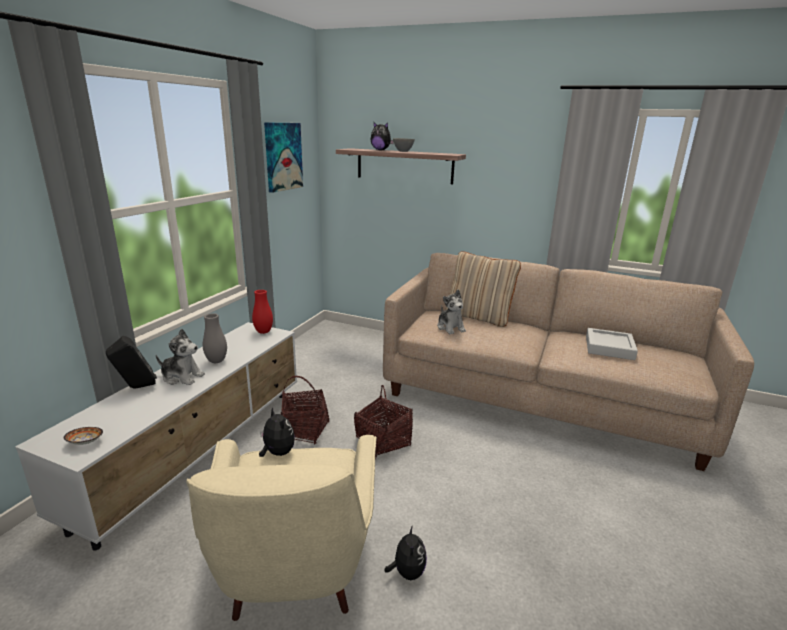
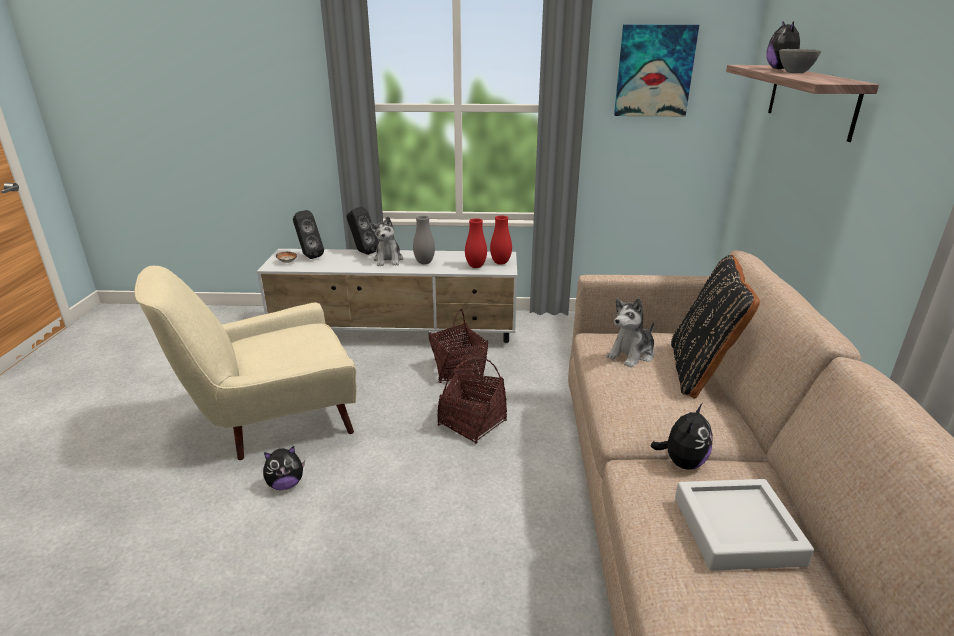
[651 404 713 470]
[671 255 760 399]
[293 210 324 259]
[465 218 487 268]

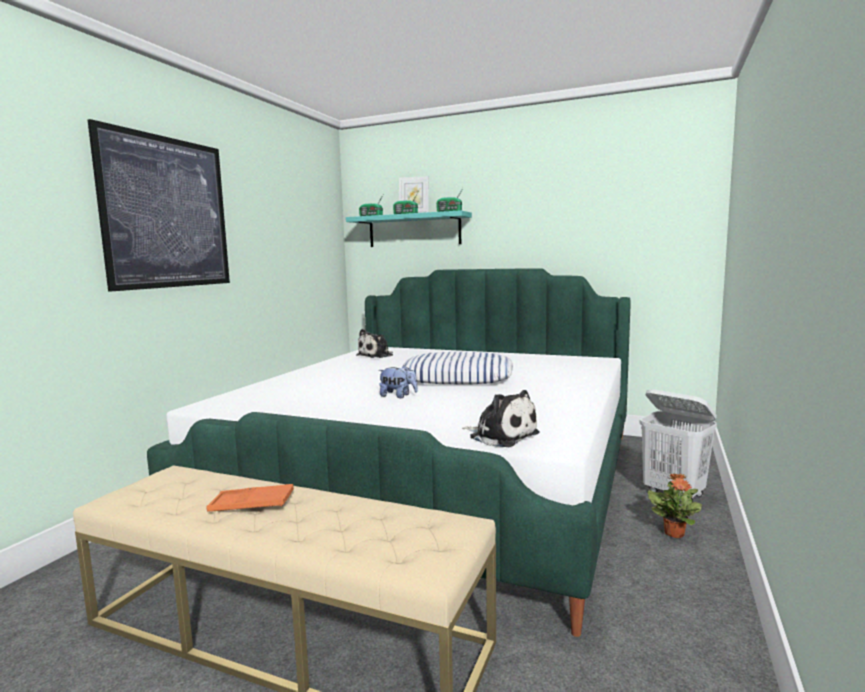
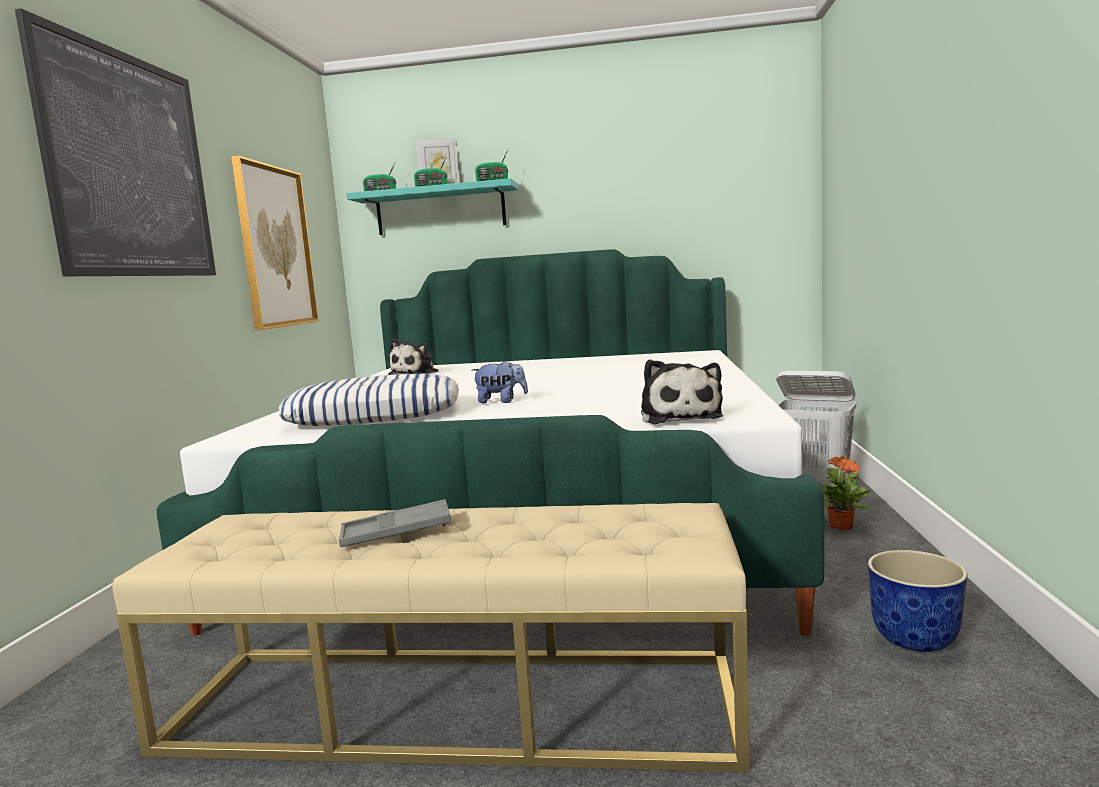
[339 499 451 547]
[278 374 459 426]
[641 360 723 424]
[231 155 319 330]
[868 550 968 652]

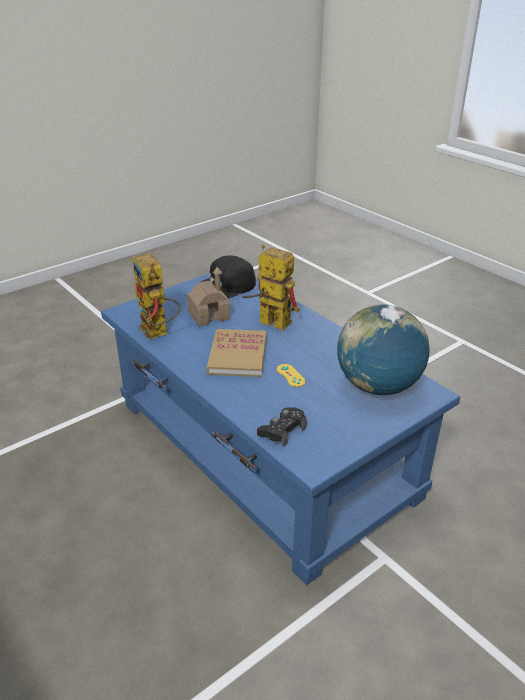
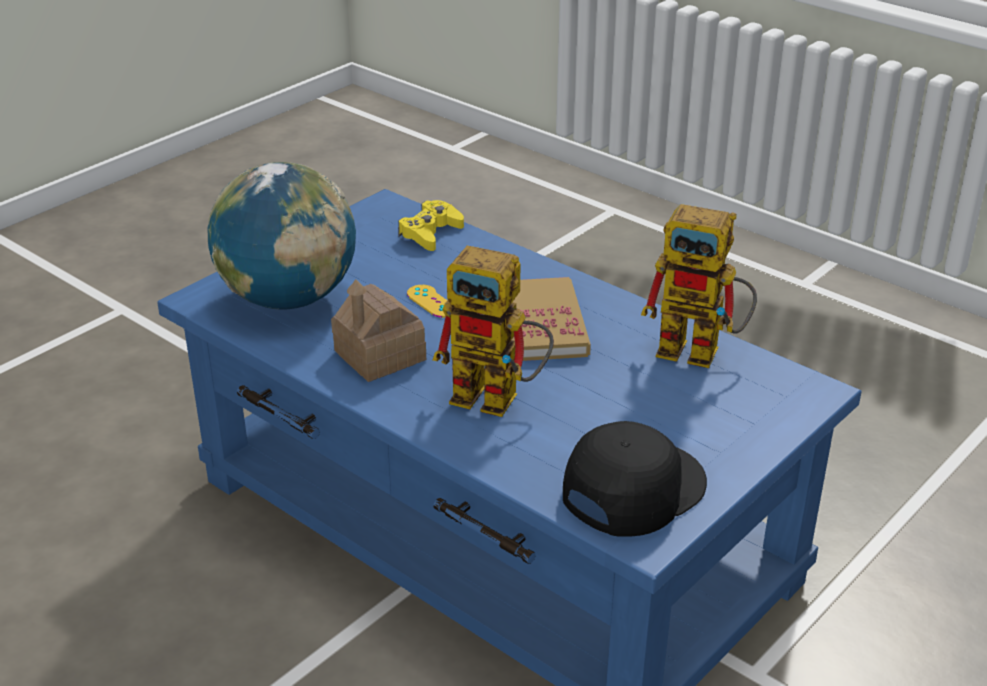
[641 204 757 368]
[331 280 426 382]
[398 200 464 251]

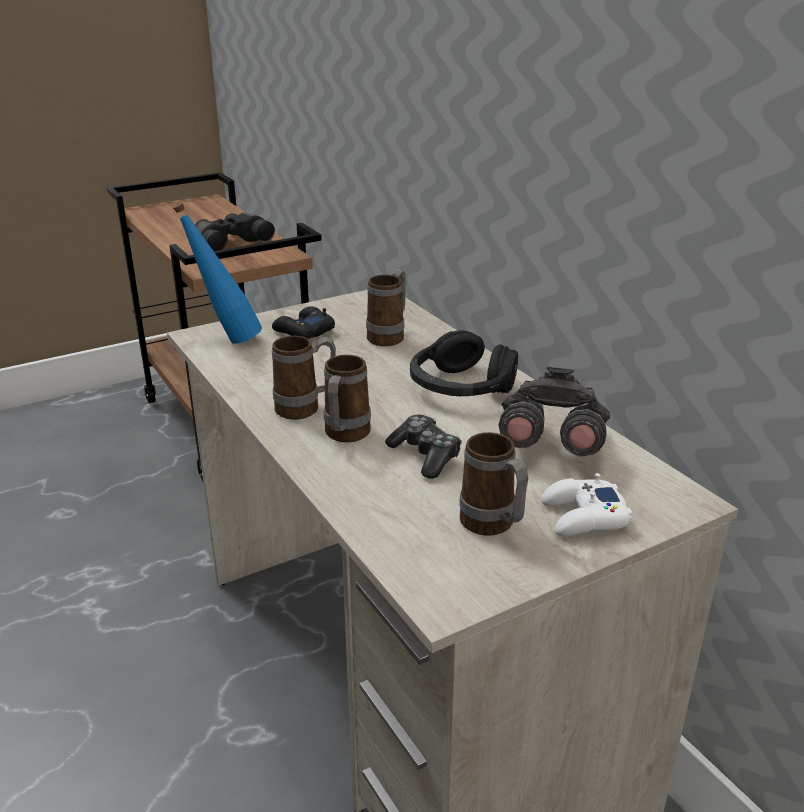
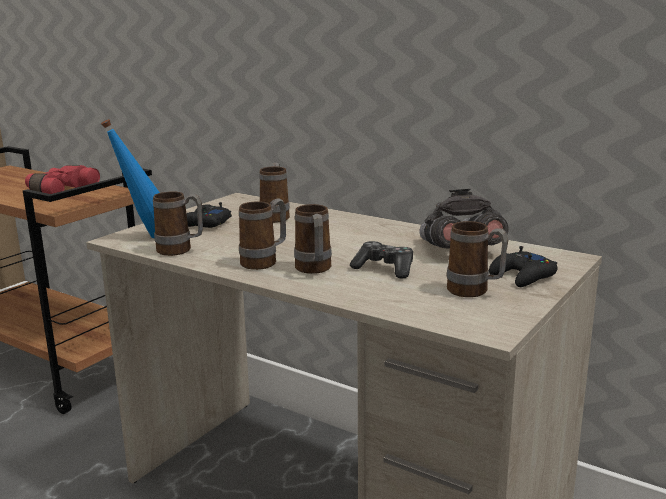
[25 165 100 194]
[410 330 518 396] (first image)
[489 246 558 287]
[153 191 203 256]

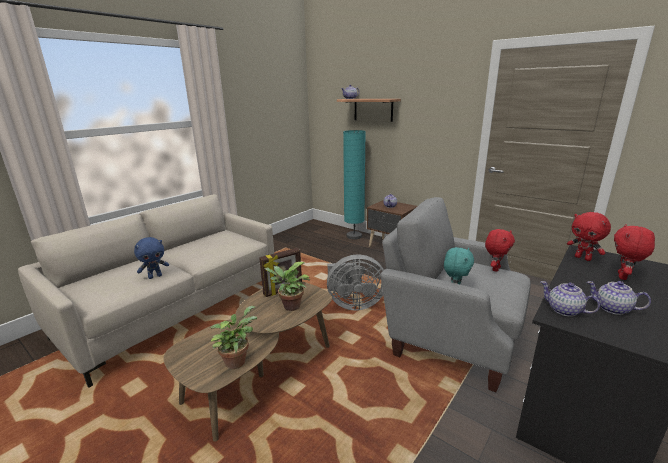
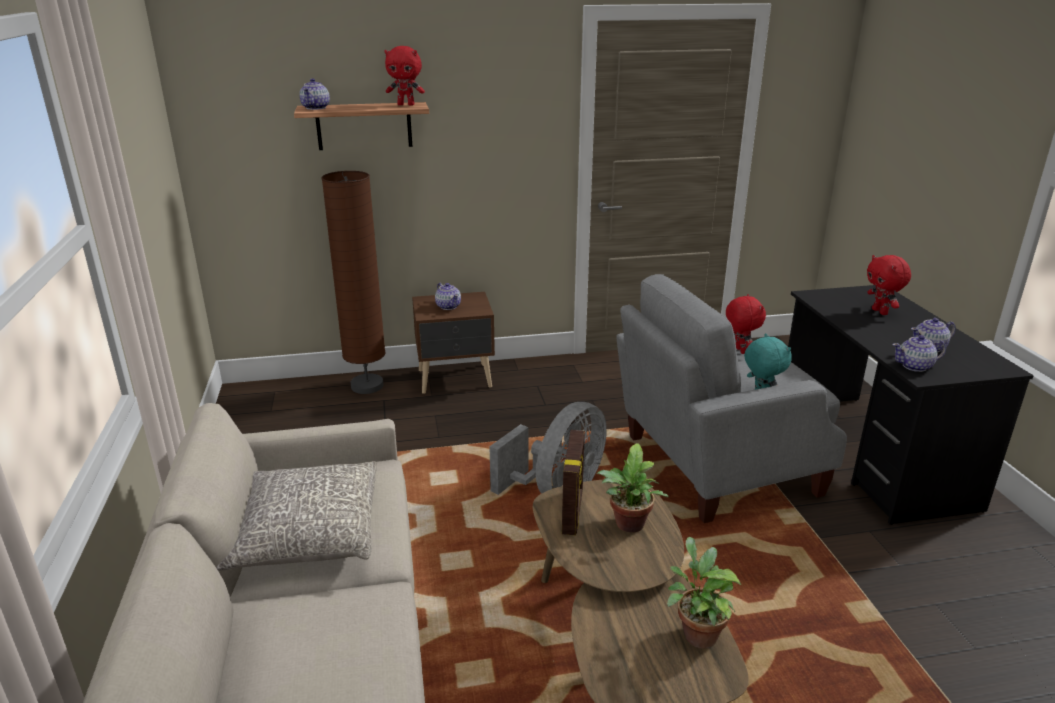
[134 237 169 279] (first image)
[322 171 386 394]
[384 46 425 106]
[216 461 377 571]

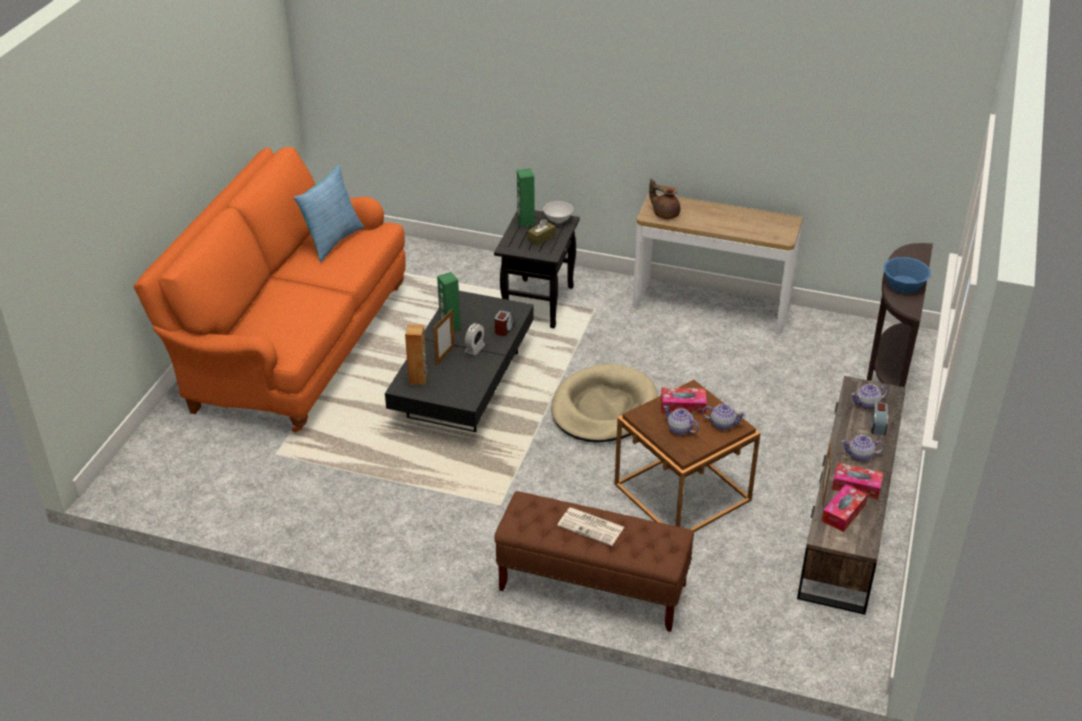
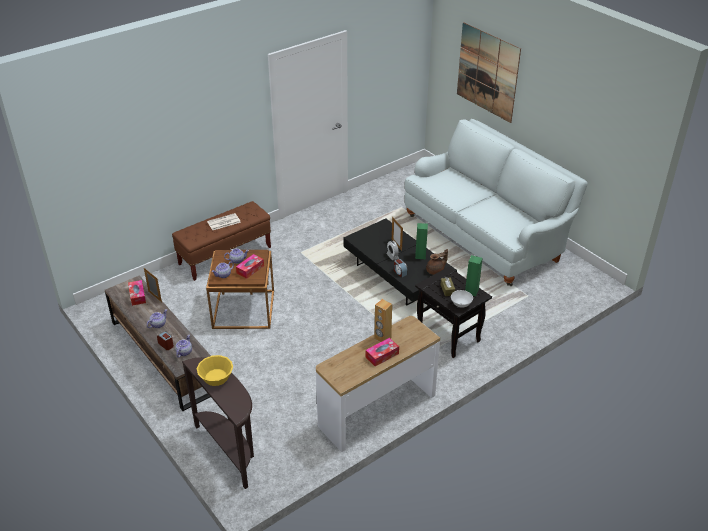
[405 119 588 286]
[293 165 364 262] (first image)
[374 299 392 342]
[551 364 658 443] (first image)
[426 249 448 275]
[366 338 399 366]
[197 355 233 386]
[457 22 521 123]

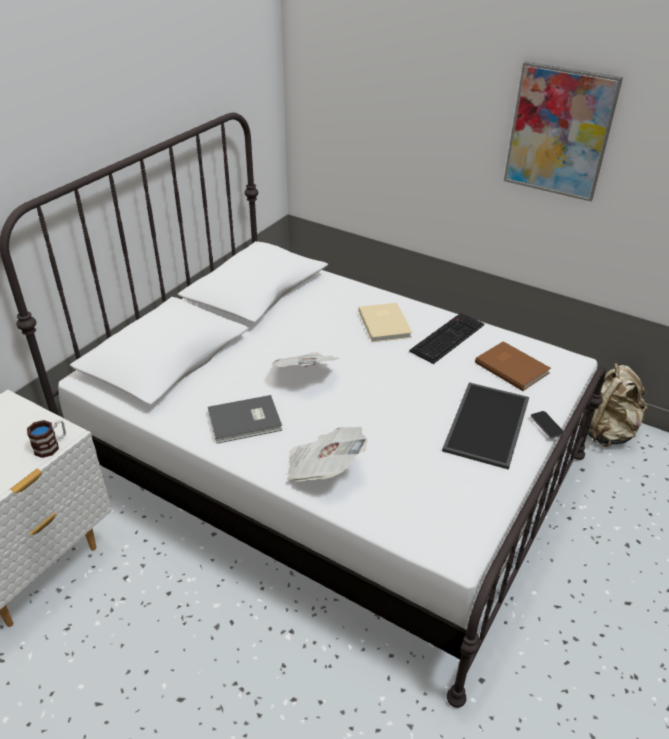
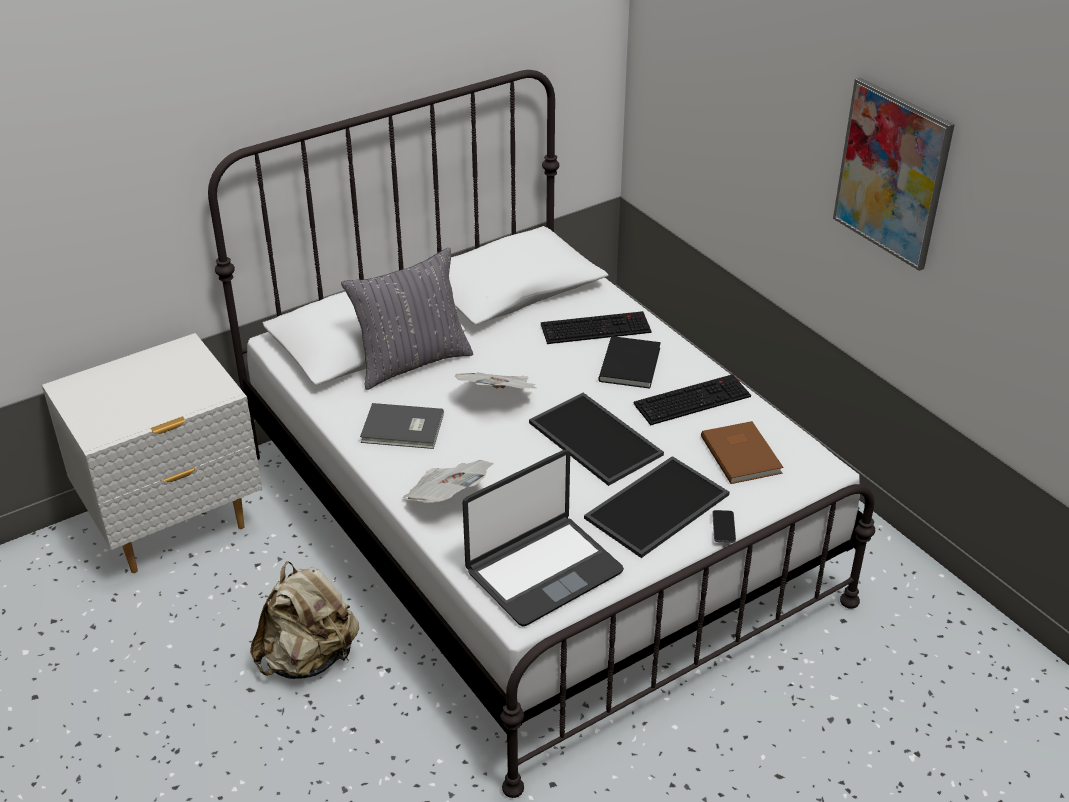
[27 420 66 458] (first image)
[598 336 661 389]
[250 561 359 679]
[341 247 473 390]
[462 450 624 626]
[529 393 664 486]
[541 311 652 344]

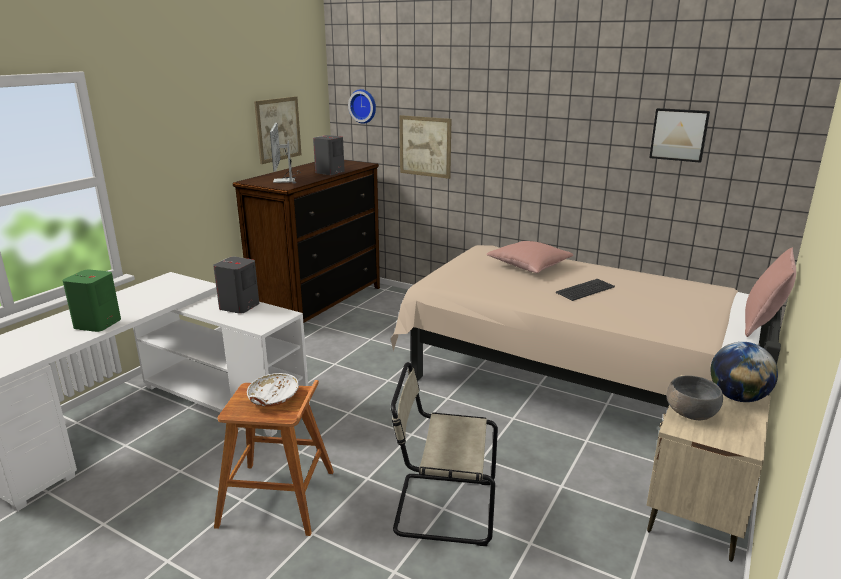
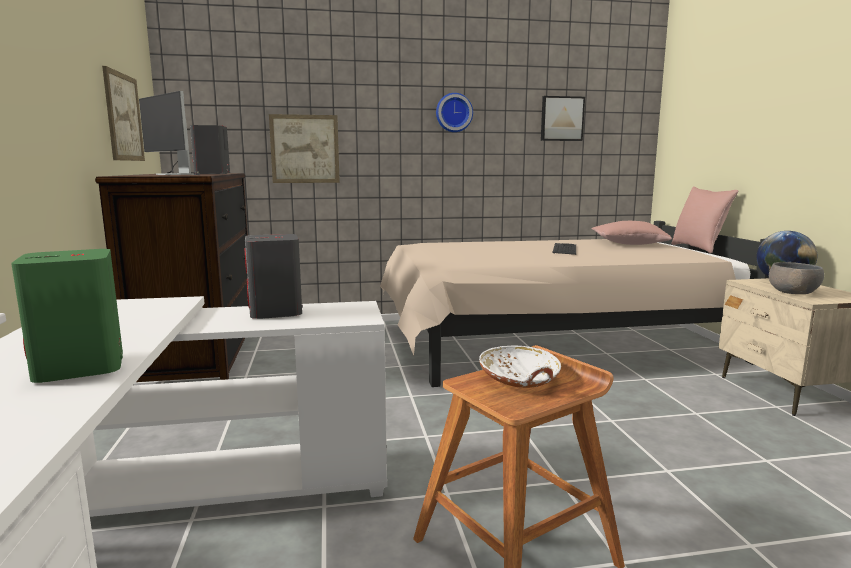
[436 93 473 132]
[391 362 498 546] (first image)
[592 221 672 245]

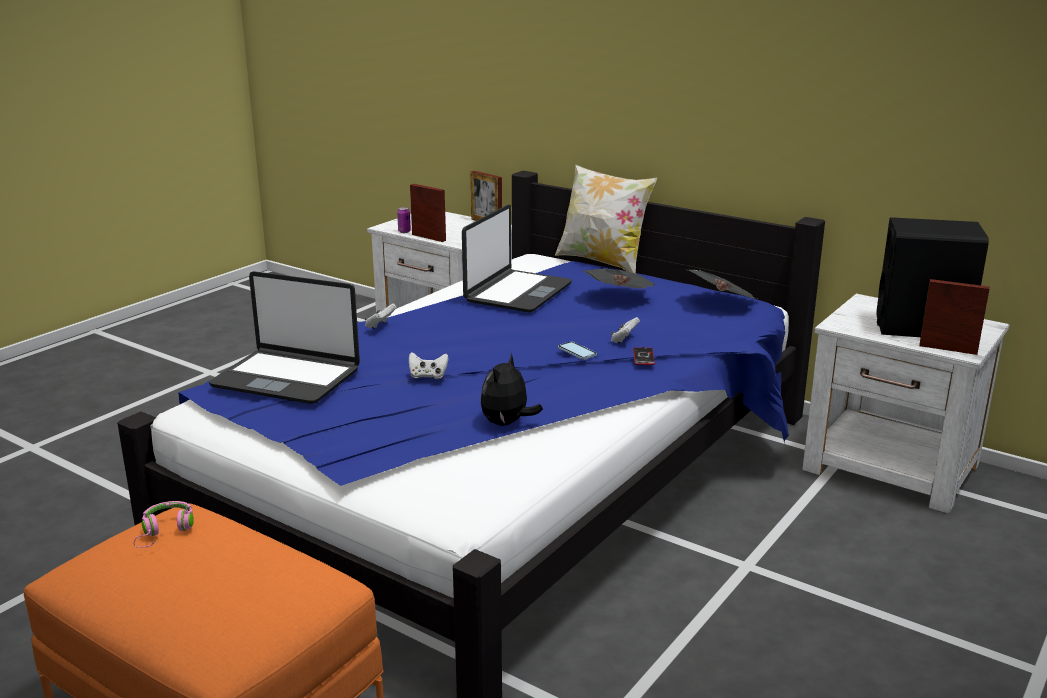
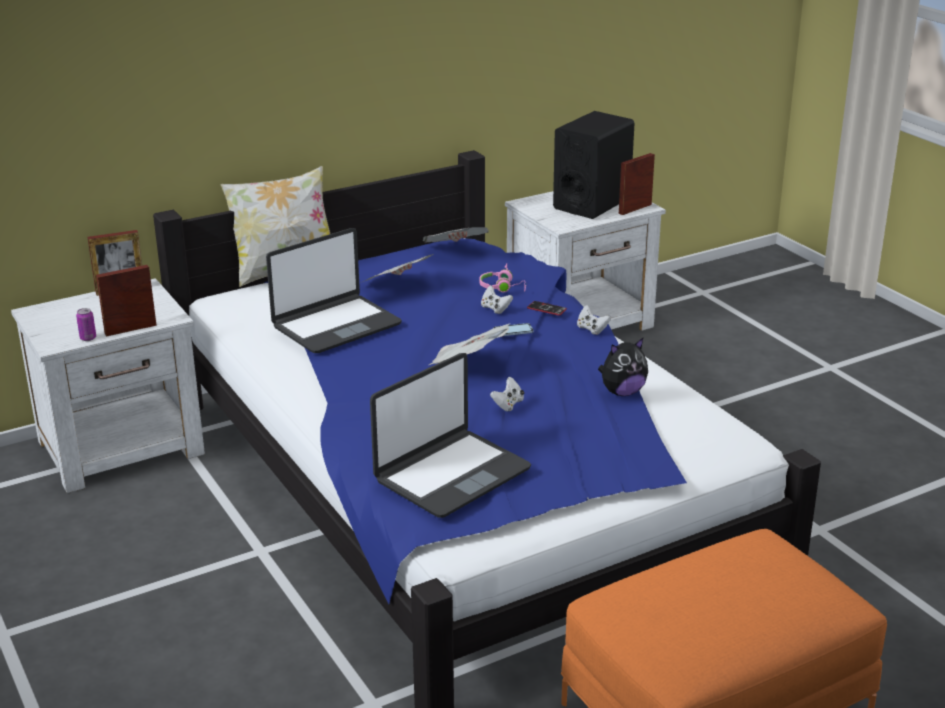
[479 263 526 293]
[577 305 611 335]
[266 228 402 353]
[598 338 648 396]
[429 323 511 365]

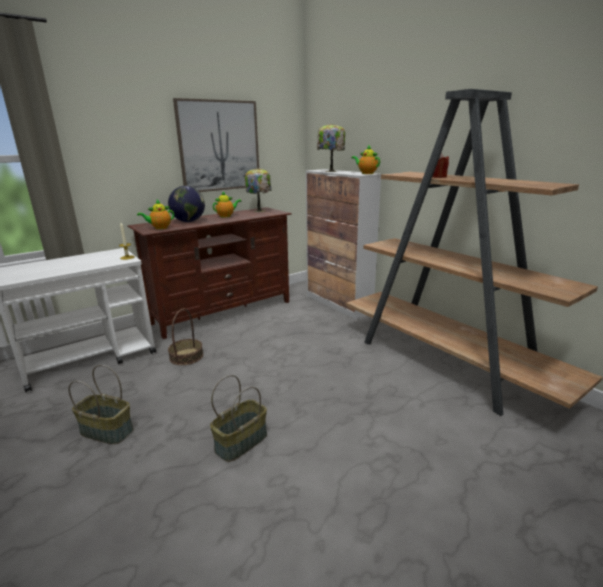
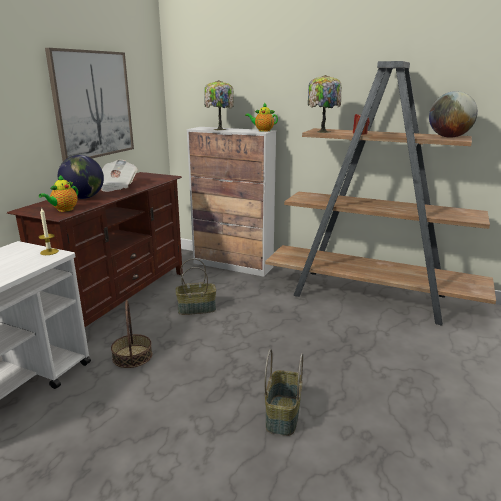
[176 259 216 315]
[101 160 137 192]
[308 75 342 133]
[429 91 478 138]

